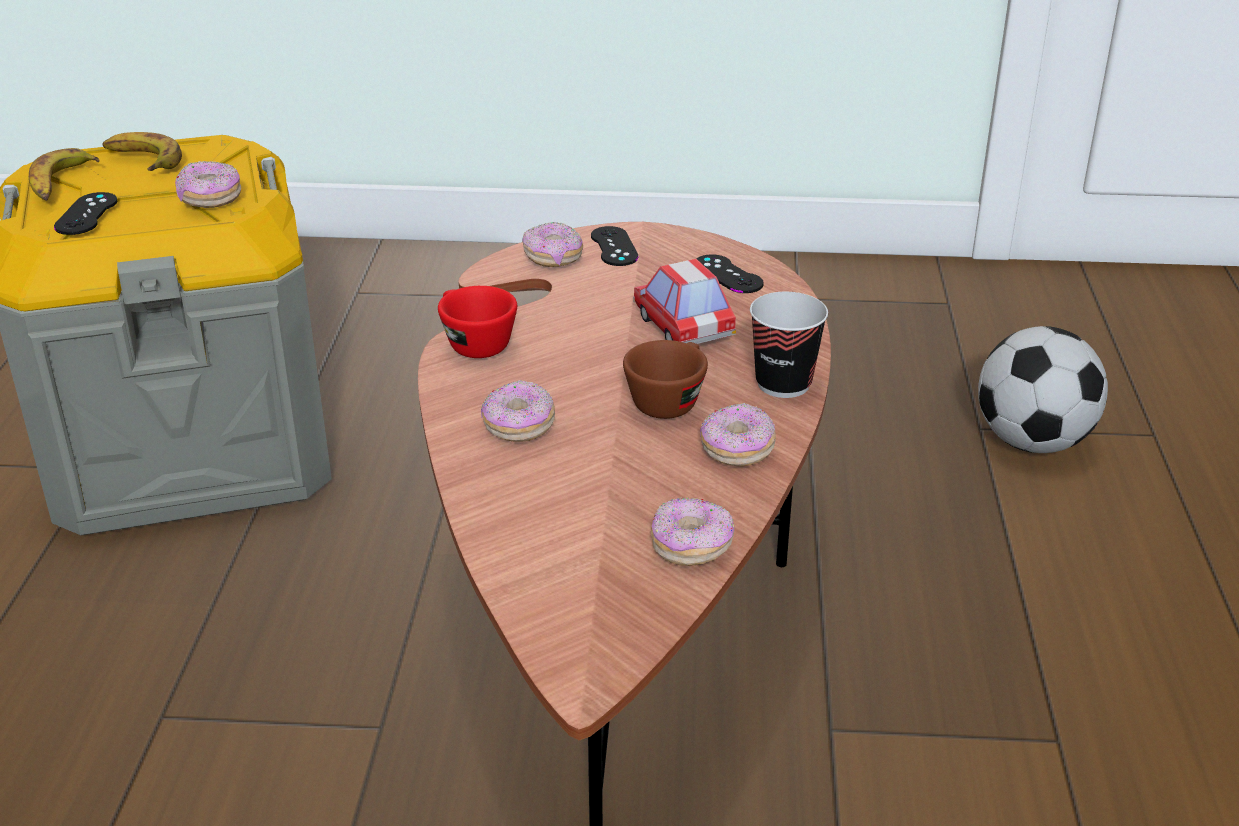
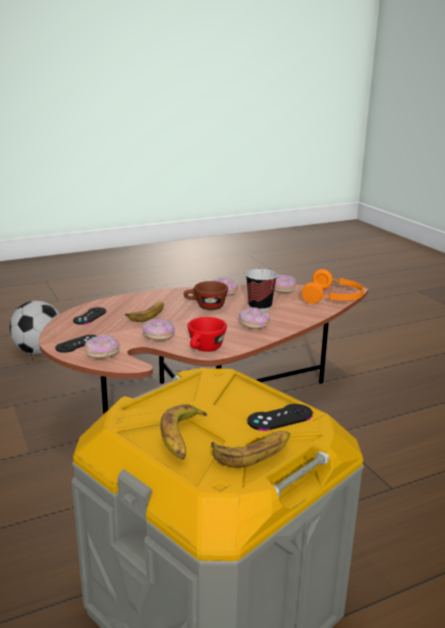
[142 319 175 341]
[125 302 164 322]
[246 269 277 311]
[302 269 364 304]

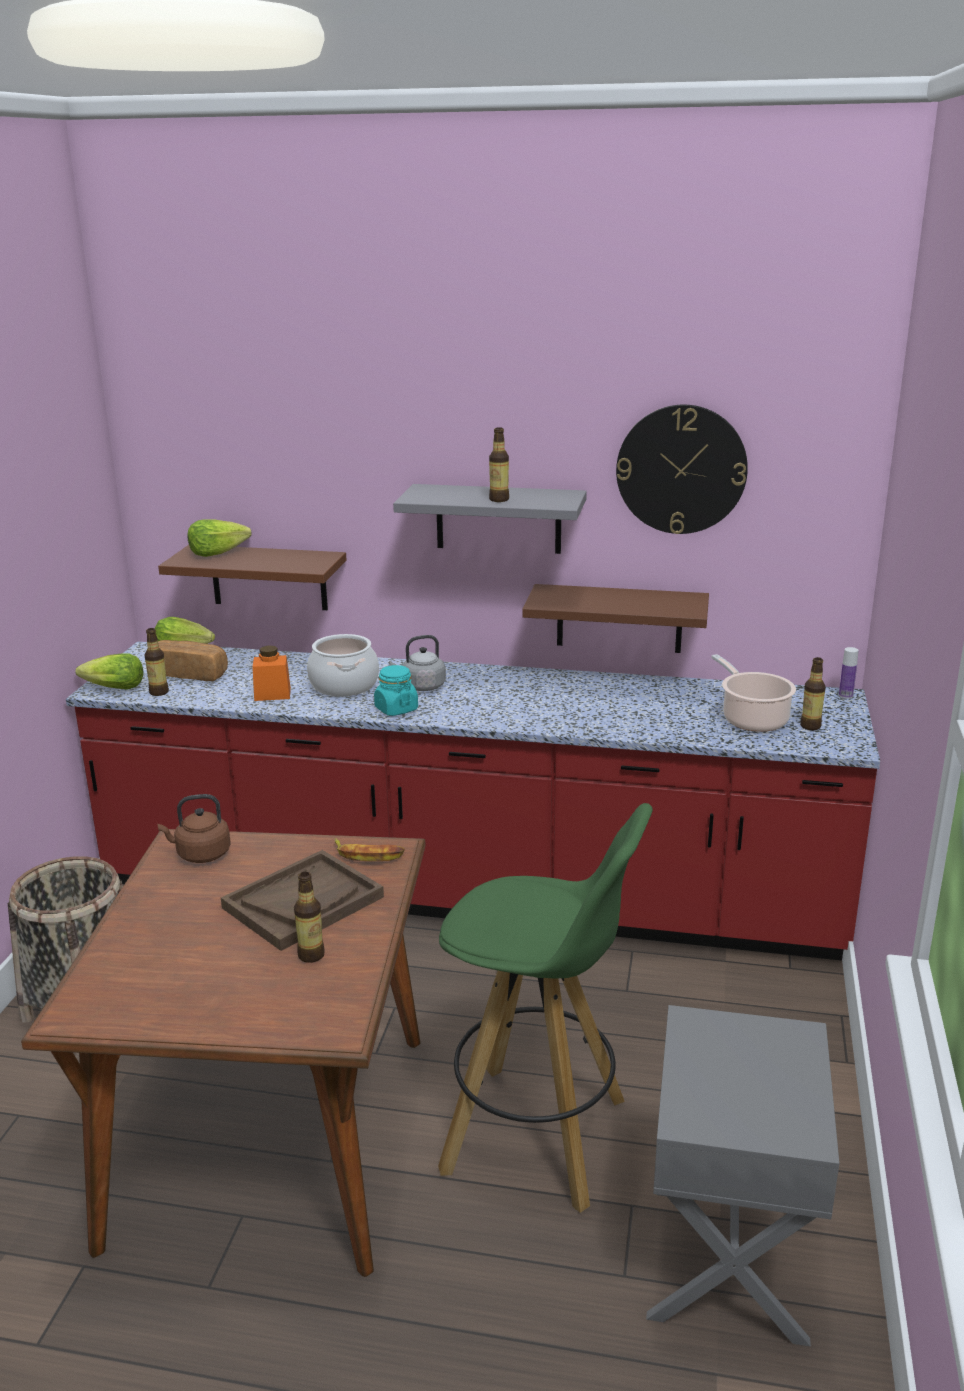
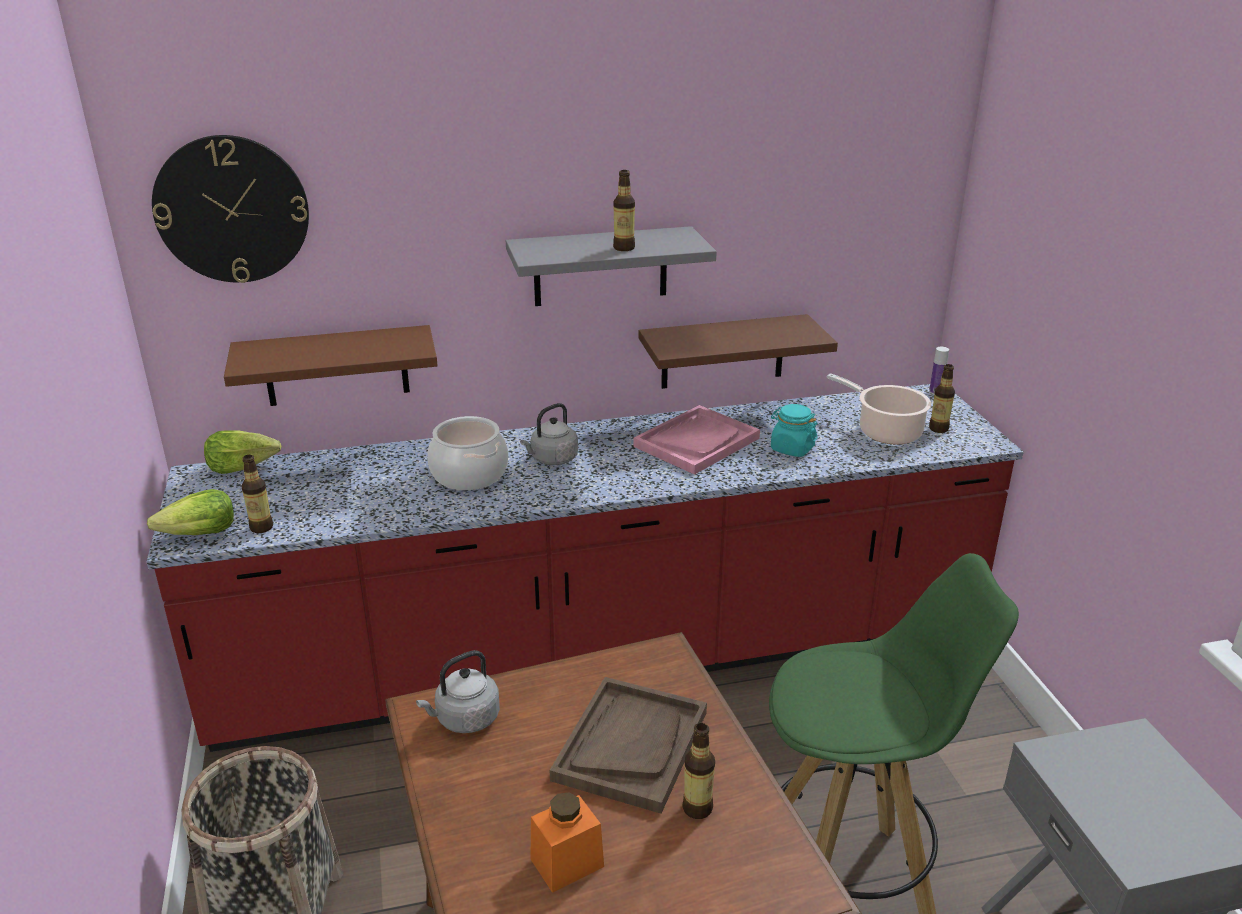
[416 650 500 733]
[158 640 228 681] (first image)
[187 519 252 557] (first image)
[530 792 604 893]
[335 838 405 861] (first image)
[771 404 818 457]
[152 135 309 283]
[633 405 760 475]

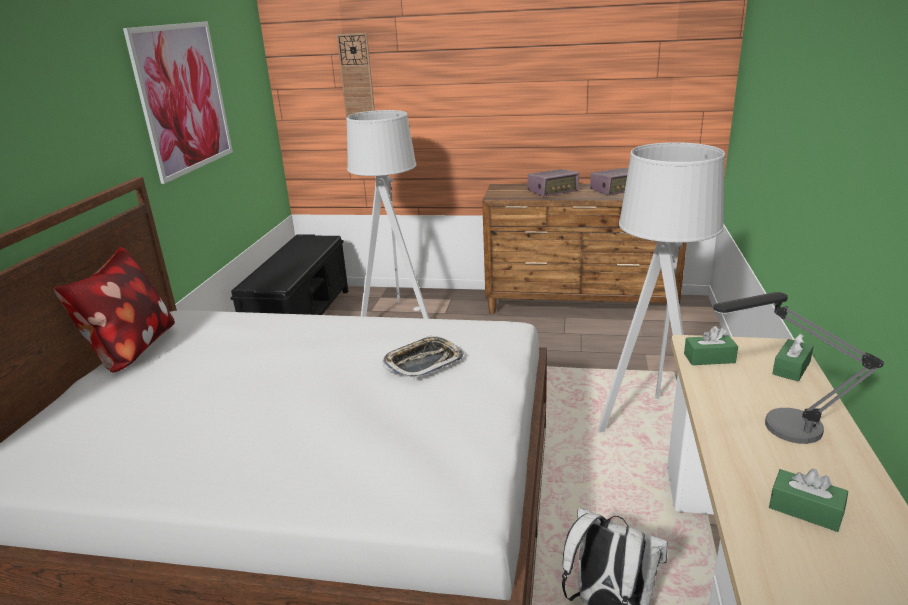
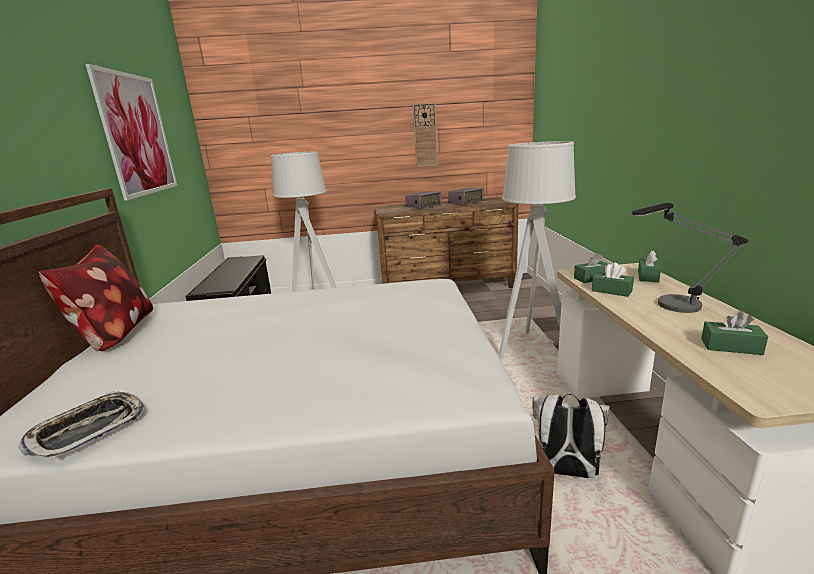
[413 102 438 167]
[18 392 145 460]
[592 263 634 297]

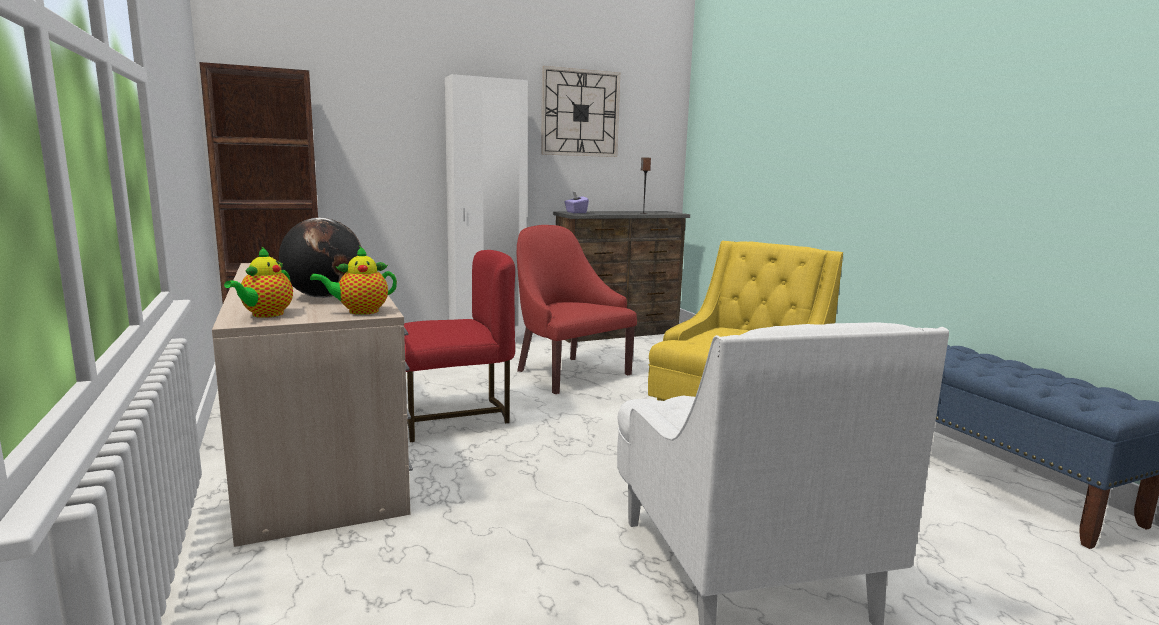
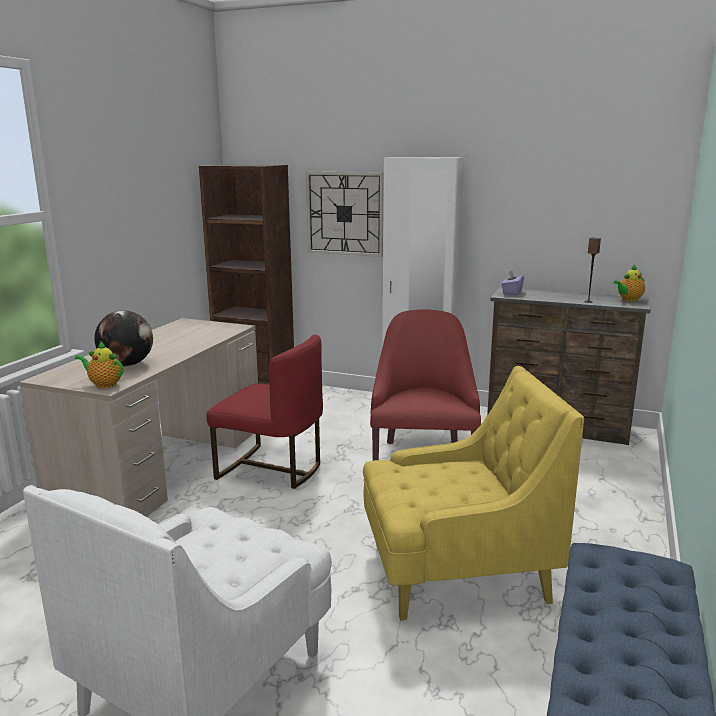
[614 265 645 301]
[306 172 384 257]

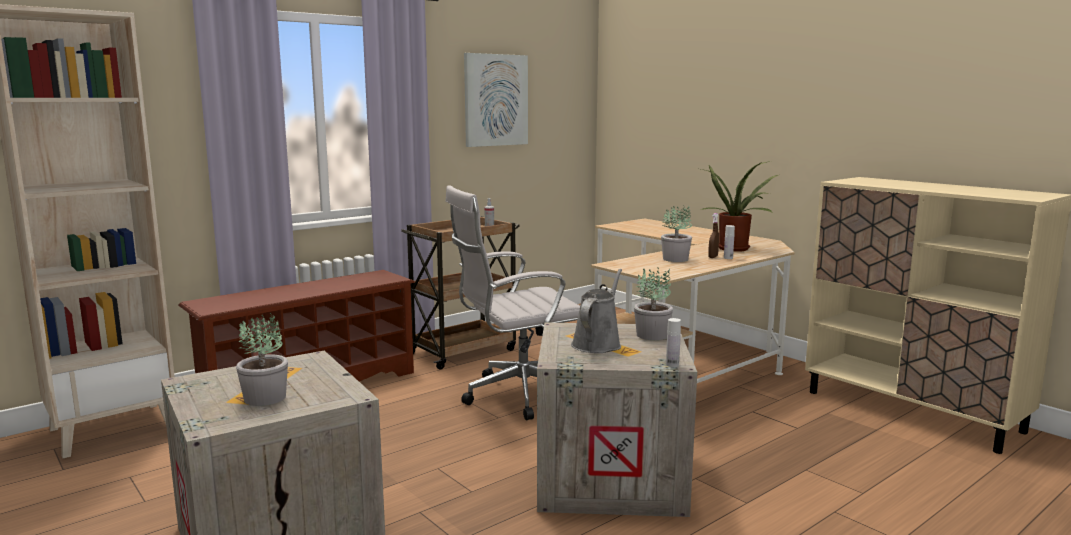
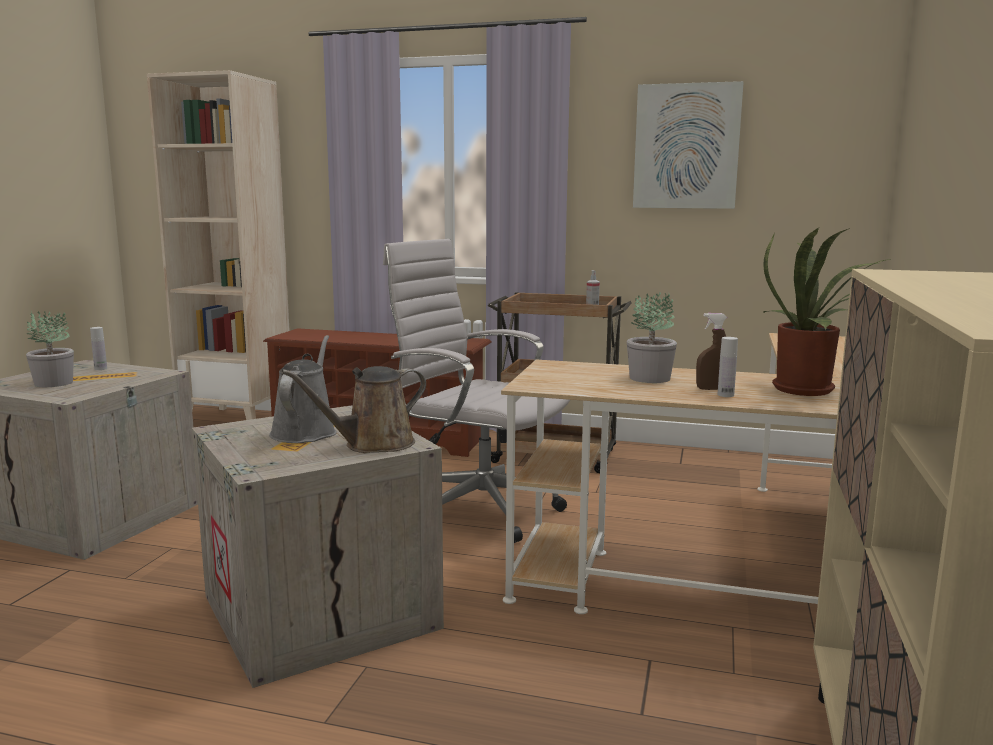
[269 335 337 443]
[281 366 426 453]
[90 327 107 370]

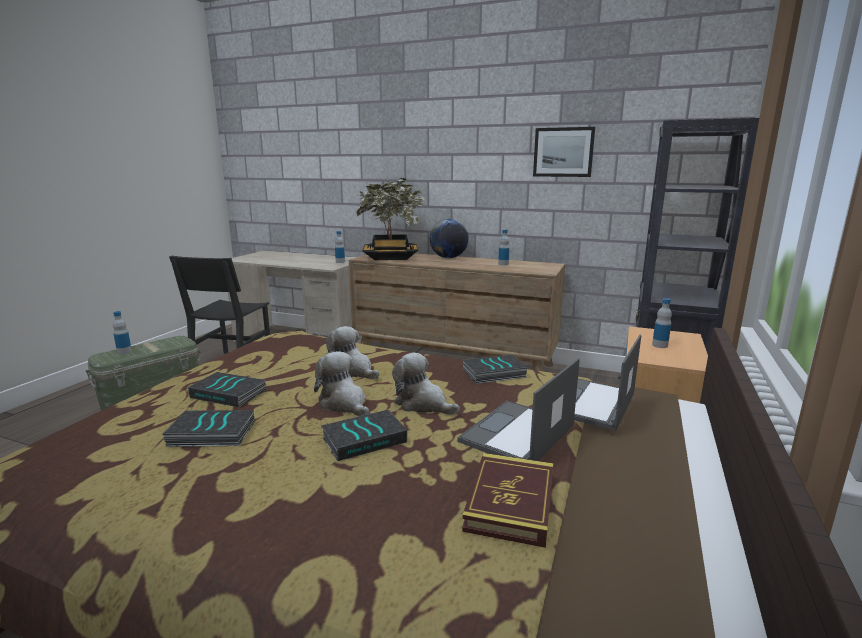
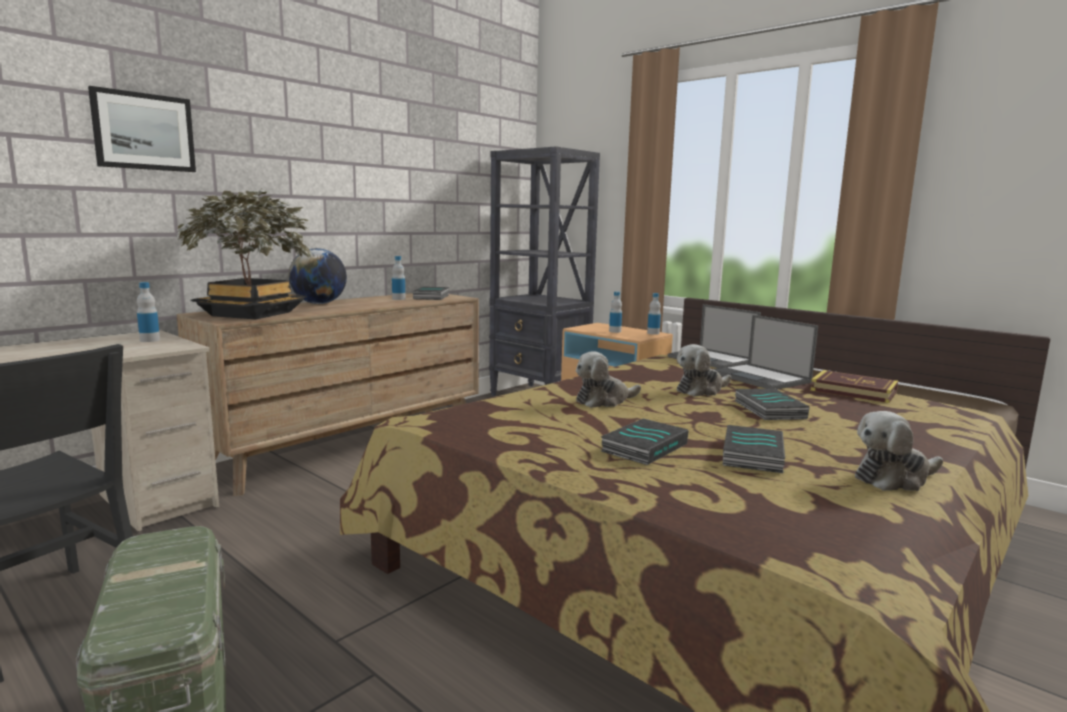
[647 293 661 335]
[855 411 943 491]
[413 287 449 300]
[88 86 196 172]

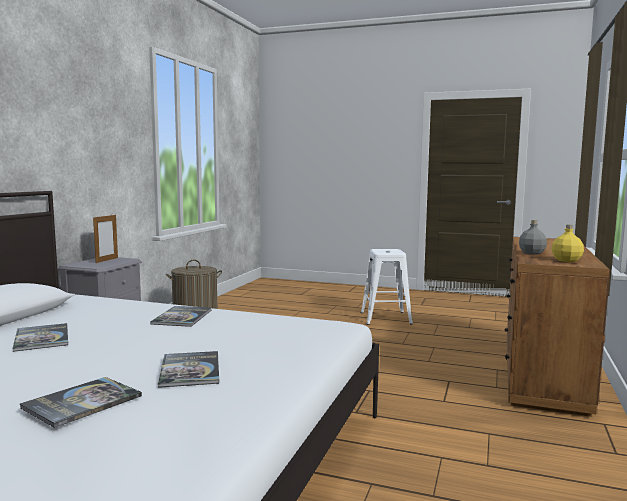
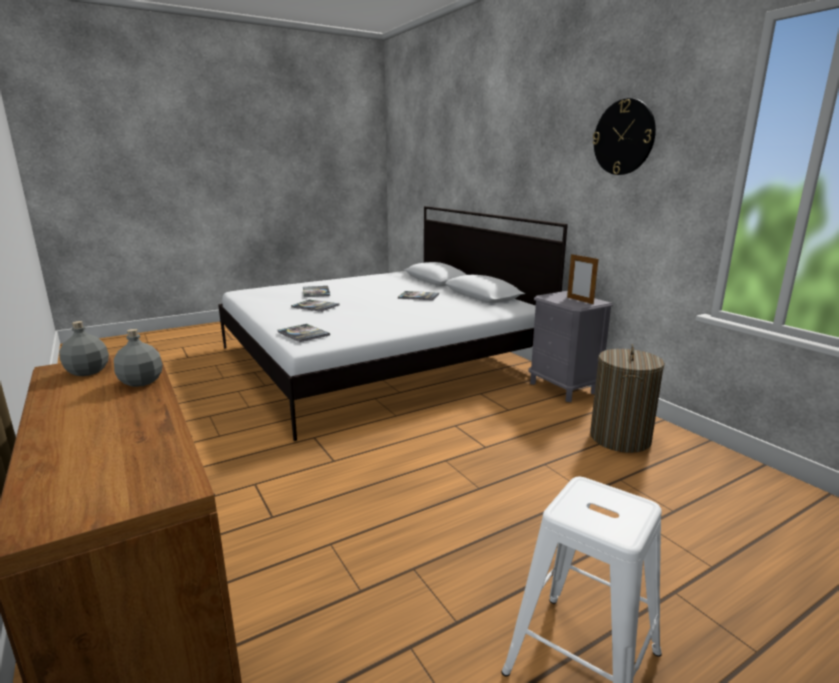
[278 324 330 342]
[59 321 109 376]
[593 98 656 175]

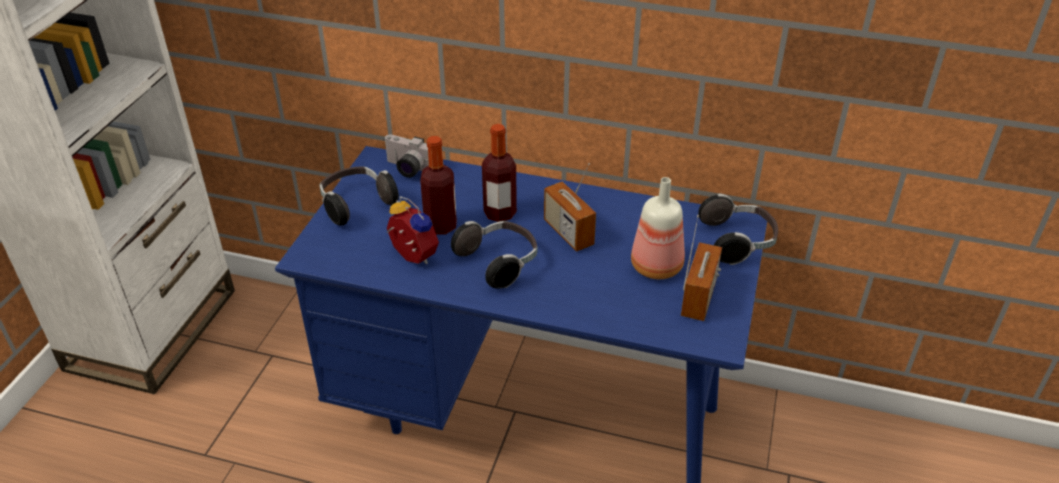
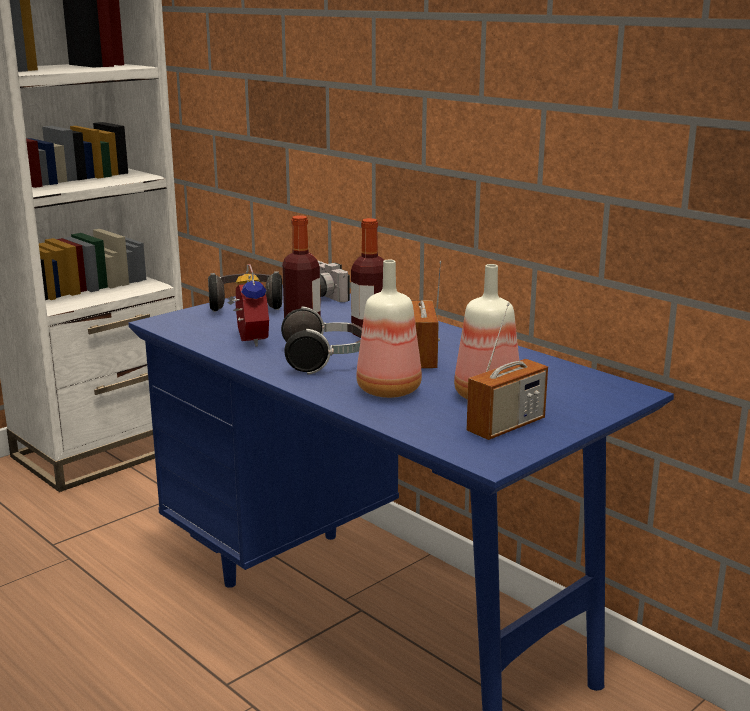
[698 194 778 265] (first image)
[356 260 422 398]

